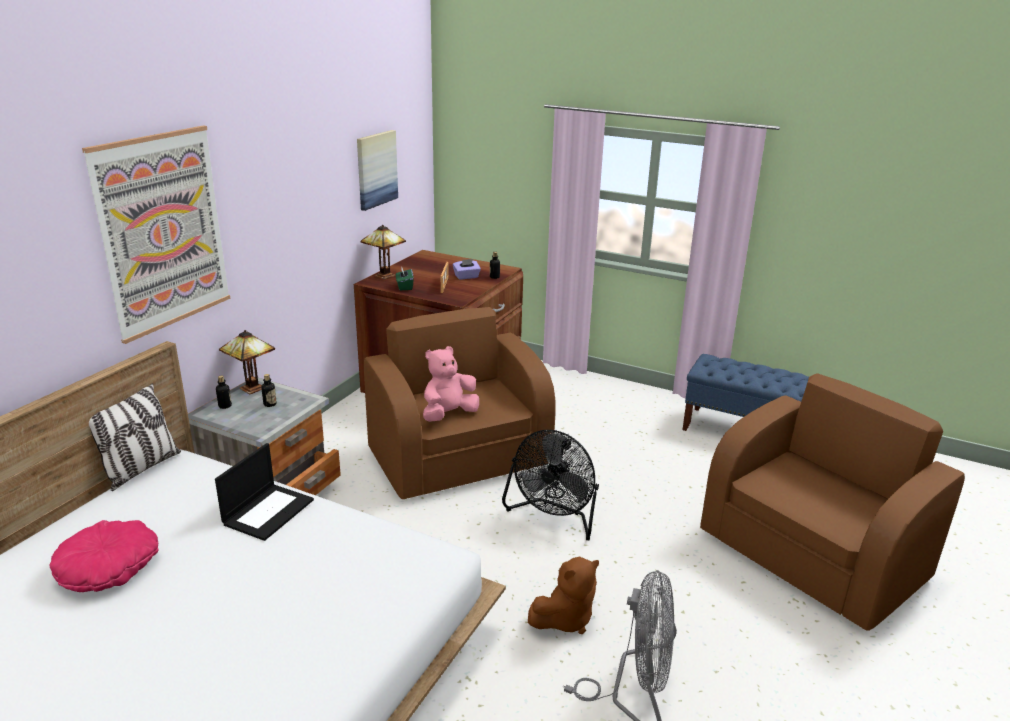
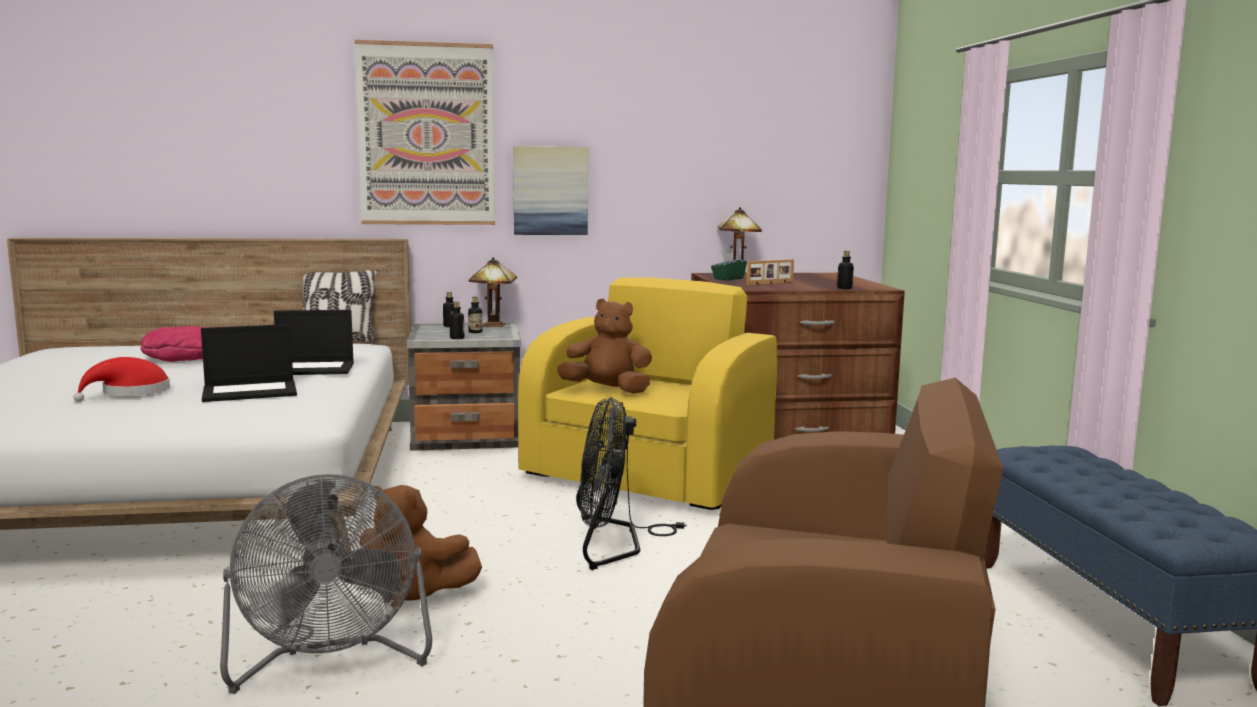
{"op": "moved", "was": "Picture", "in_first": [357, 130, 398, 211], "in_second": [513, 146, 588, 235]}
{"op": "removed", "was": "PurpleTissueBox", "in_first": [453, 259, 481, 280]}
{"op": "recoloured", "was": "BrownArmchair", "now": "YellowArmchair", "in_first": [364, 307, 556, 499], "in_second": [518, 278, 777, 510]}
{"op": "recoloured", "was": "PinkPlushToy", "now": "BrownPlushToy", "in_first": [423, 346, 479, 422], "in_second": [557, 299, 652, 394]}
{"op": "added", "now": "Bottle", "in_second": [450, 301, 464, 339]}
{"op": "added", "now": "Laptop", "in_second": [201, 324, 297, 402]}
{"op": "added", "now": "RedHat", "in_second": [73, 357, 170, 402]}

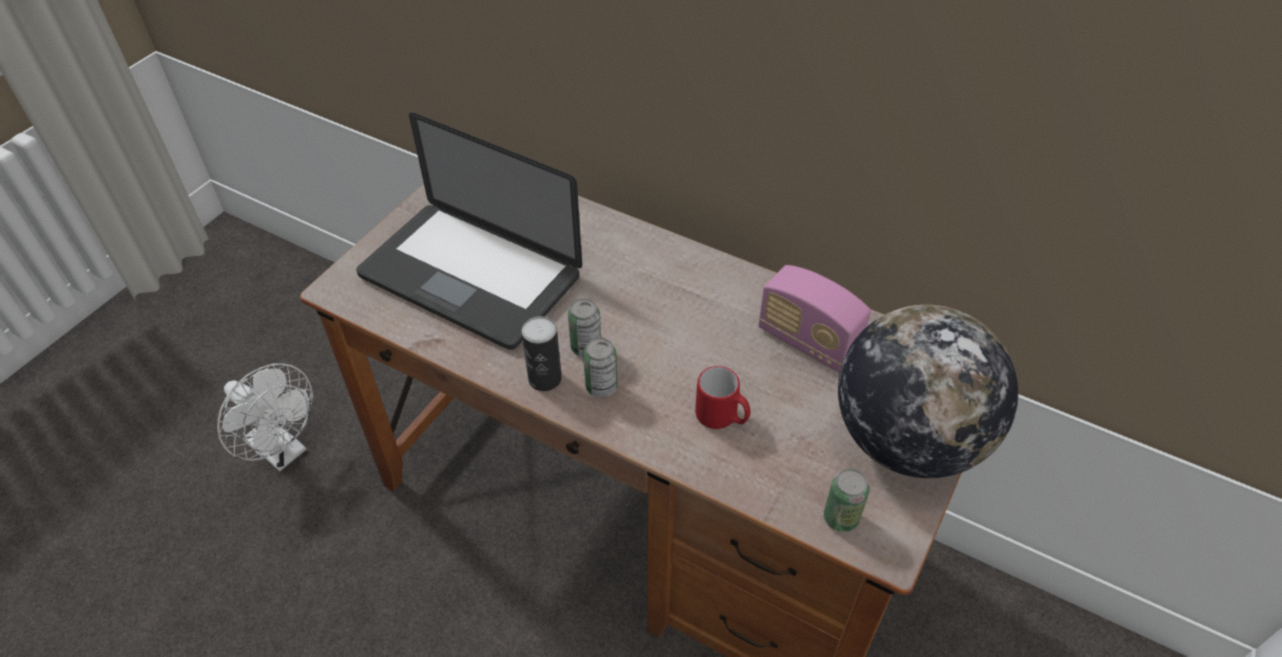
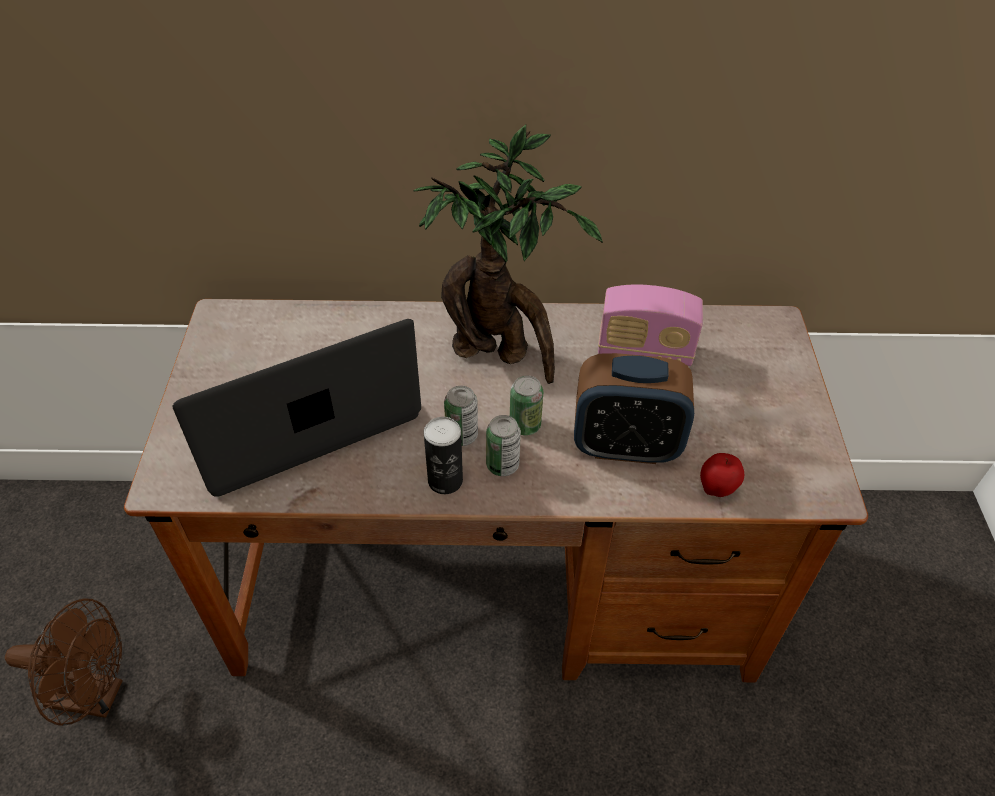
{"op": "turned", "was": "Laptop", "in_first": [356, 112, 582, 350], "in_second": [173, 319, 421, 497], "clockwise": 150}
{"op": "removed", "was": "Globe", "in_first": [838, 305, 1018, 478]}
{"op": "recoloured", "was": "WhiteFan", "now": "BrownFan", "in_first": [217, 363, 313, 471], "in_second": [5, 598, 123, 726]}
{"op": "replaced", "was": "RedMug", "now": "AlarmClock", "in_first": [695, 366, 750, 429], "in_second": [574, 353, 694, 464]}
{"op": "moved", "was": "Can", "in_first": [824, 469, 869, 532], "in_second": [510, 375, 543, 436]}
{"op": "added", "now": "PottedPlant", "in_second": [414, 125, 603, 384]}
{"op": "added", "now": "Apple", "in_second": [700, 453, 744, 497]}

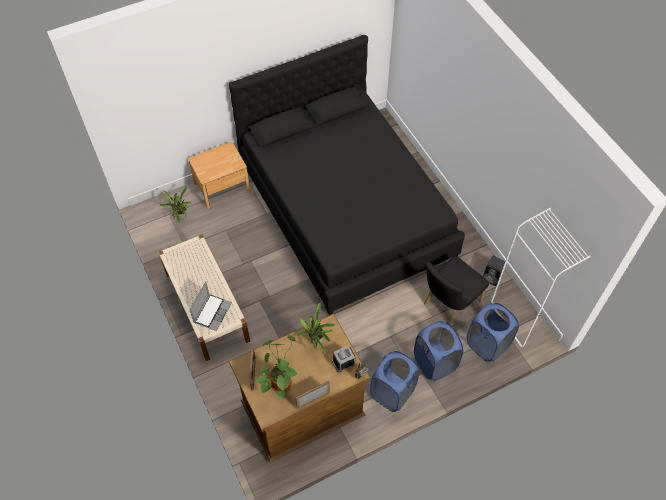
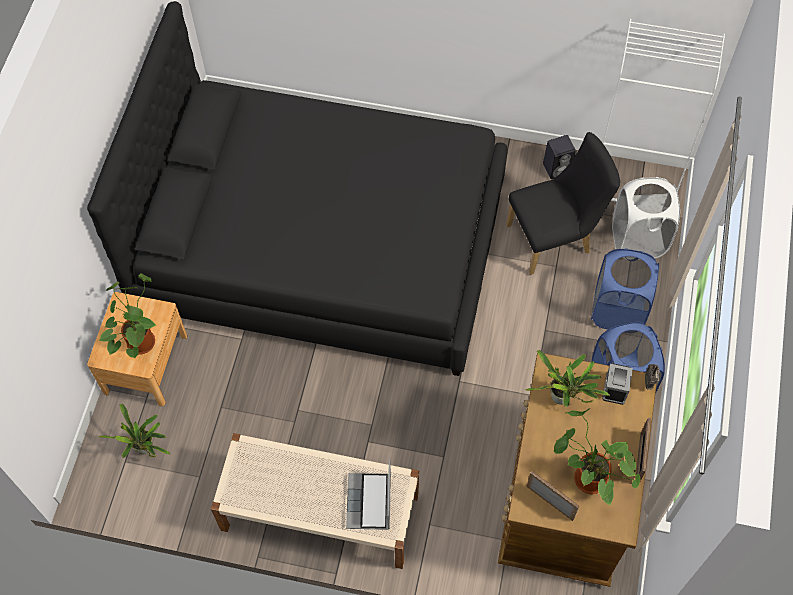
{"op": "turned", "was": "BlackChair", "in_first": [424, 256, 489, 327], "in_second": [506, 132, 620, 275], "clockwise": -105}
{"op": "turned", "was": "Laptop", "in_first": [189, 281, 232, 331], "in_second": [346, 459, 391, 530], "clockwise": -150}
{"op": "recoloured", "was": "BlueLaundryBasket", "now": "WhiteLaundryBasket", "in_first": [466, 303, 519, 362], "in_second": [612, 177, 680, 258]}
{"op": "added", "now": "PottedPlant", "in_second": [99, 273, 157, 358]}

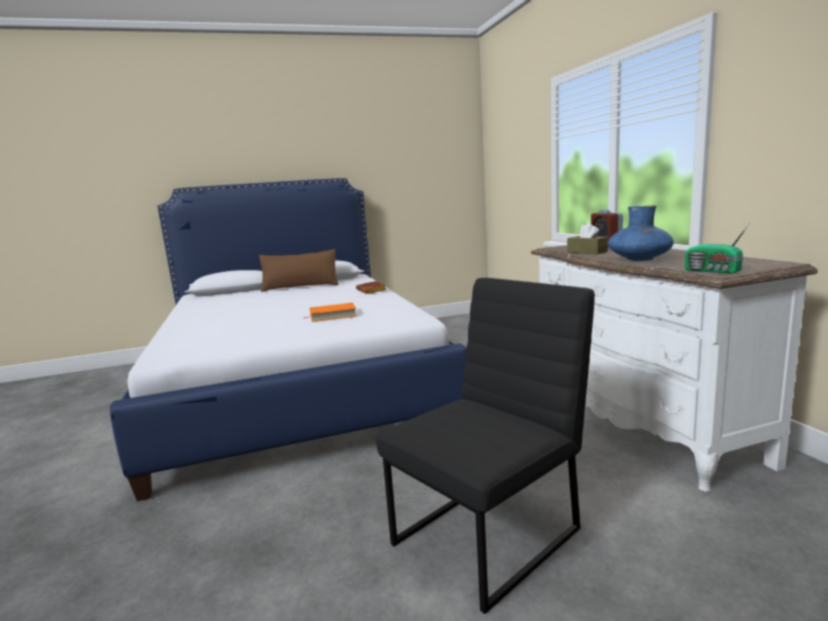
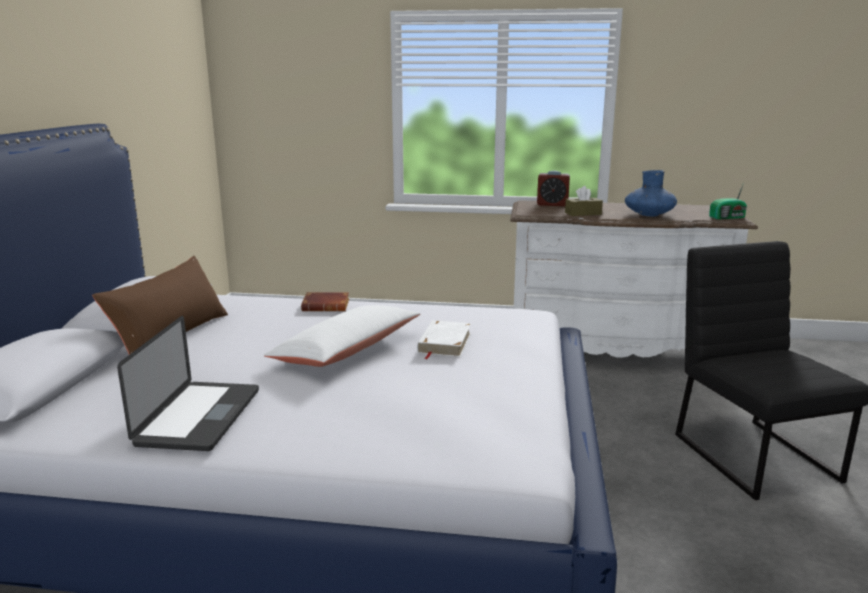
{"op": "recoloured", "was": "OrangeBook", "now": "WhiteBook", "in_first": [305, 303, 357, 322], "in_second": [417, 320, 471, 359]}
{"op": "added", "now": "WhitePillow", "in_second": [264, 305, 420, 367]}
{"op": "added", "now": "Laptop", "in_second": [117, 316, 259, 451]}

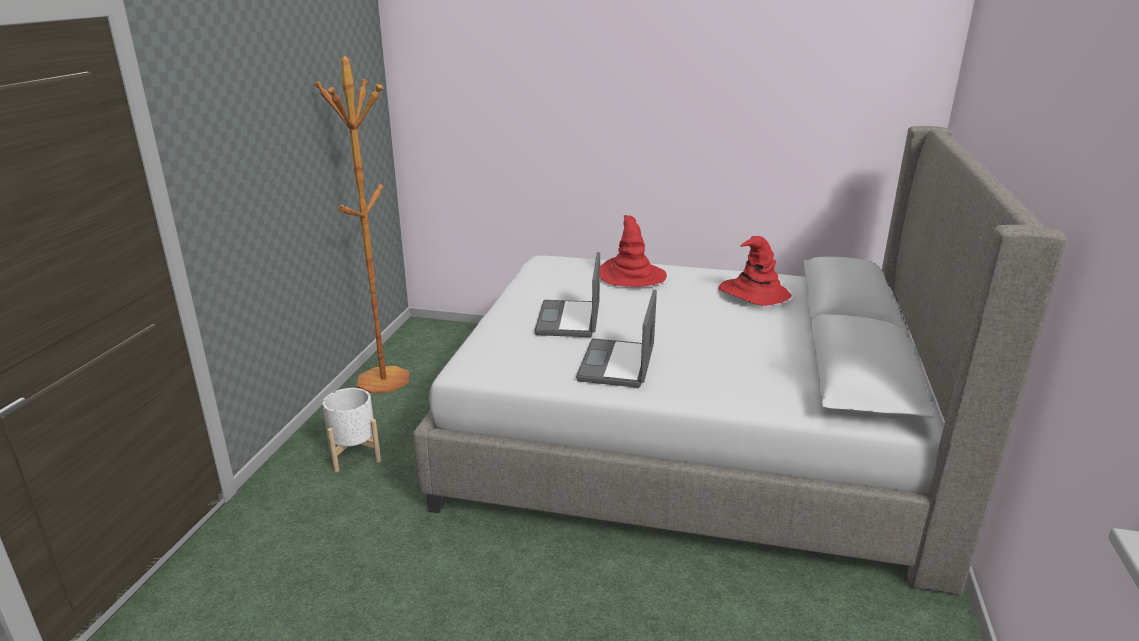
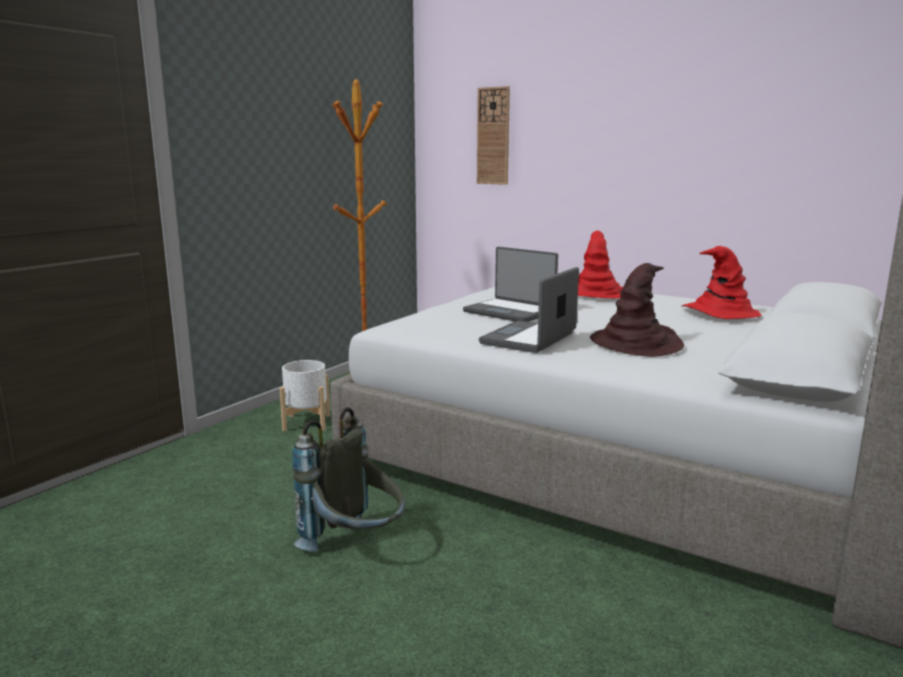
{"op": "turned", "was": "Laptop", "in_first": [534, 252, 600, 337], "in_second": [463, 247, 558, 322], "clockwise": -75}
{"op": "added", "now": "WallClock", "in_second": [477, 86, 510, 185]}
{"op": "added", "now": "BrownHat", "in_second": [590, 263, 684, 357]}
{"op": "added", "now": "GreyBackpack", "in_second": [292, 407, 405, 552]}

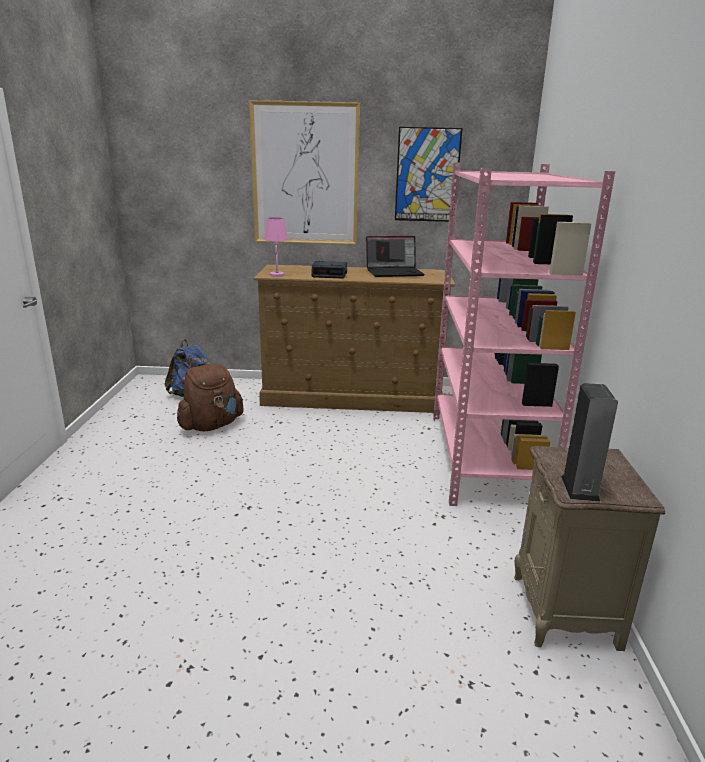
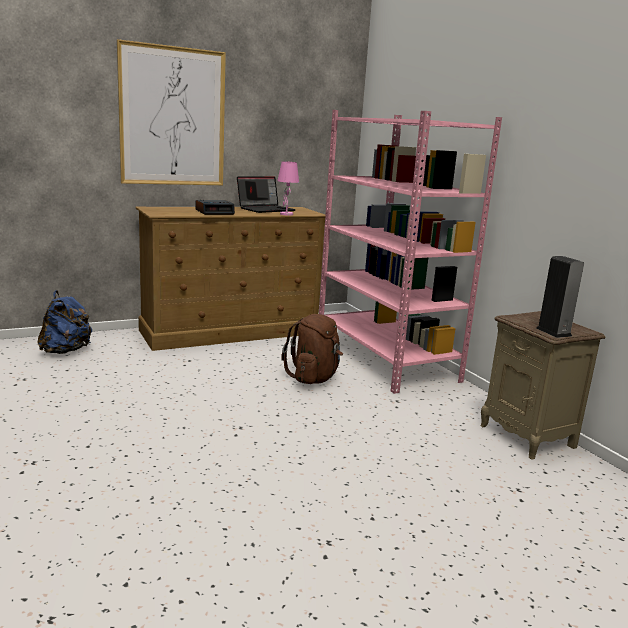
{"op": "removed", "was": "Picture", "in_first": [395, 127, 463, 222]}
{"op": "moved", "was": "PinkTableLamp", "in_first": [264, 217, 288, 277], "in_second": [277, 161, 299, 216]}
{"op": "moved", "was": "BrownBackpack", "in_first": [177, 364, 244, 431], "in_second": [281, 314, 343, 384]}

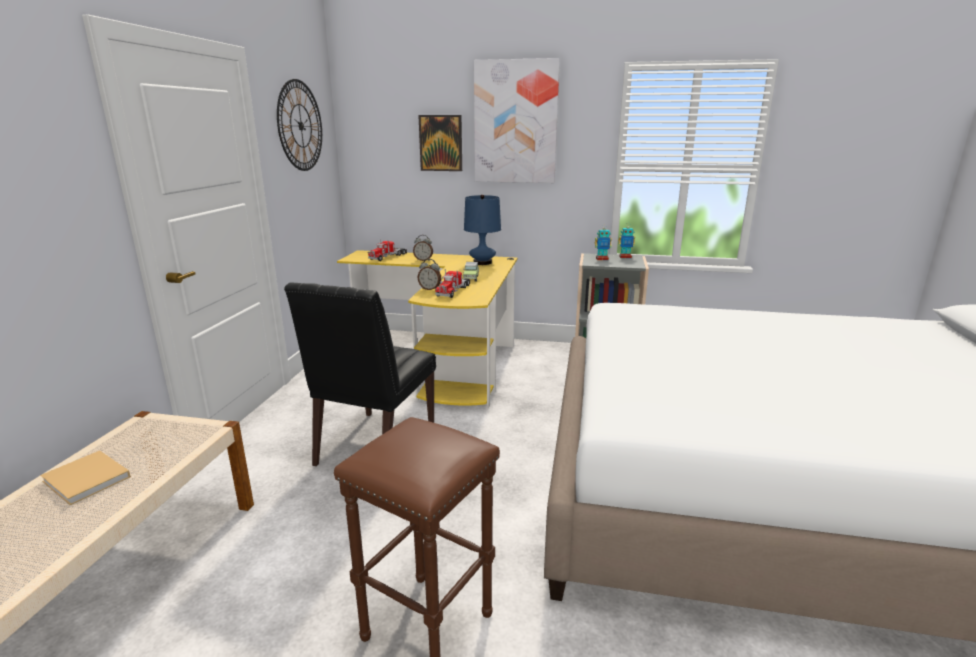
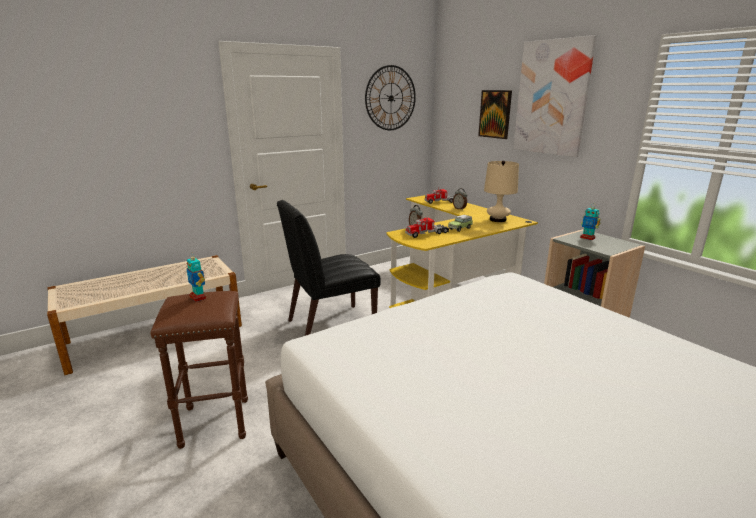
{"op": "recoloured", "was": "BlueTableLamp", "now": "BeigeTableLamp", "in_first": [464, 194, 501, 265], "in_second": [484, 161, 519, 222]}
{"op": "moved", "was": "ToyRobot", "in_first": [618, 224, 635, 258], "in_second": [186, 253, 206, 302]}
{"op": "removed", "was": "BeigeBook", "in_first": [40, 450, 131, 505]}

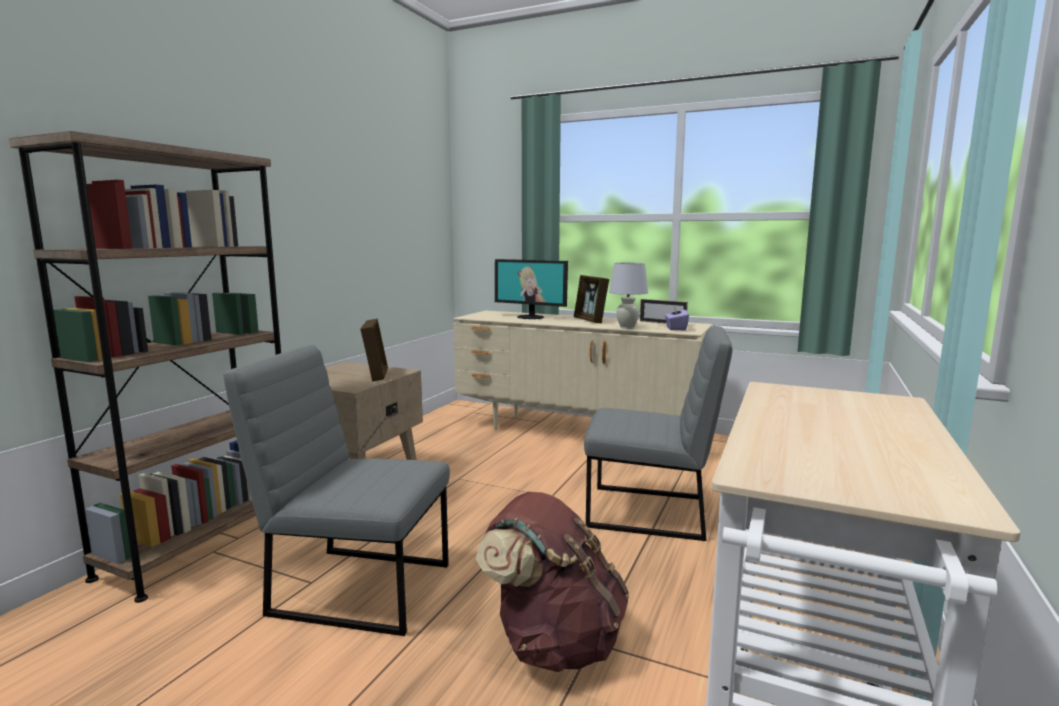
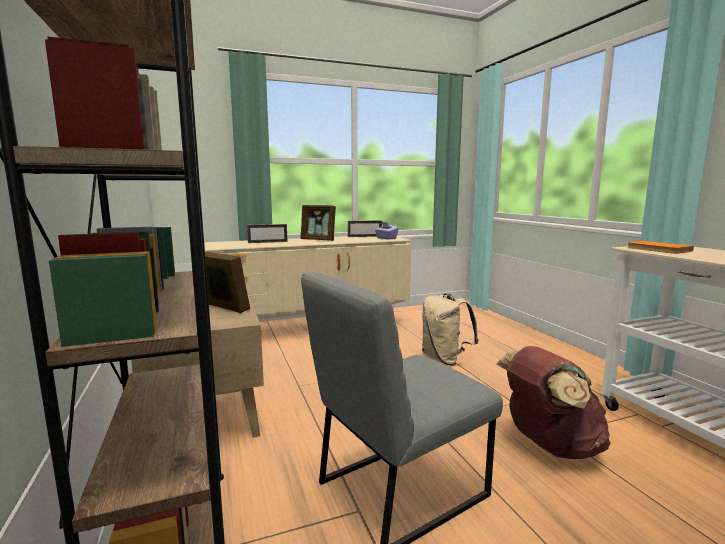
{"op": "replaced", "was": "Monitor", "now": "PictureFrame", "in_first": [495, 259, 568, 319], "in_second": [247, 224, 287, 243]}
{"op": "removed", "was": "WhiteTableLamp", "in_first": [609, 262, 648, 329]}
{"op": "replaced", "was": "GreyChair", "now": "BeigeBackpack", "in_first": [584, 326, 732, 541], "in_second": [422, 293, 479, 366]}
{"op": "added", "now": "OrangeBook", "in_second": [627, 241, 694, 254]}

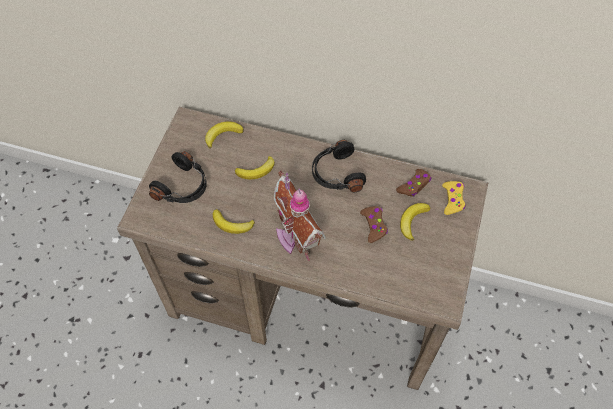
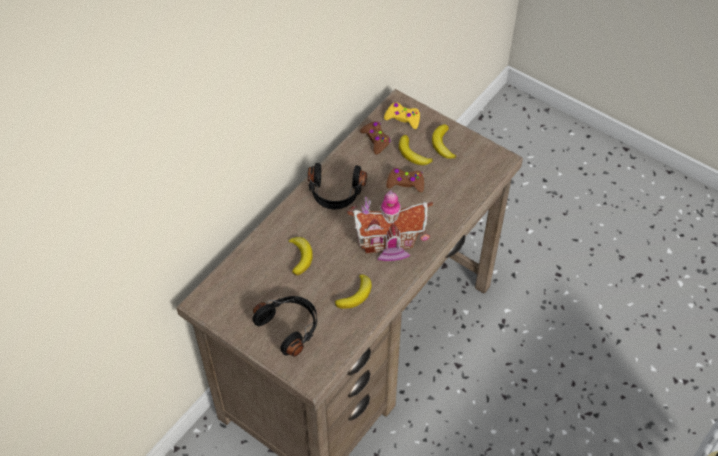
{"op": "moved", "was": "Banana", "in_first": [205, 121, 244, 149], "in_second": [432, 124, 457, 159]}

